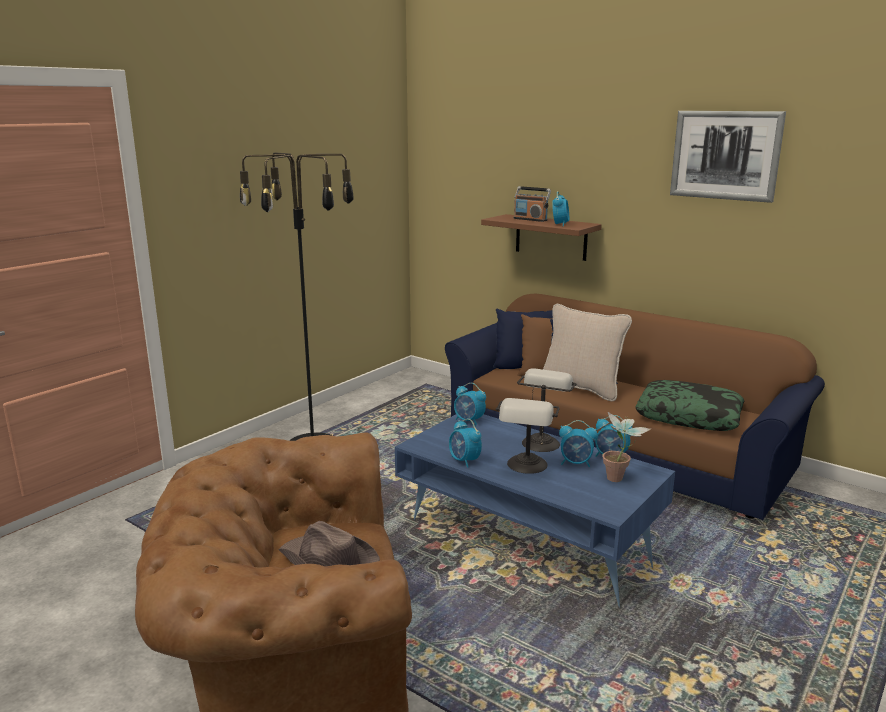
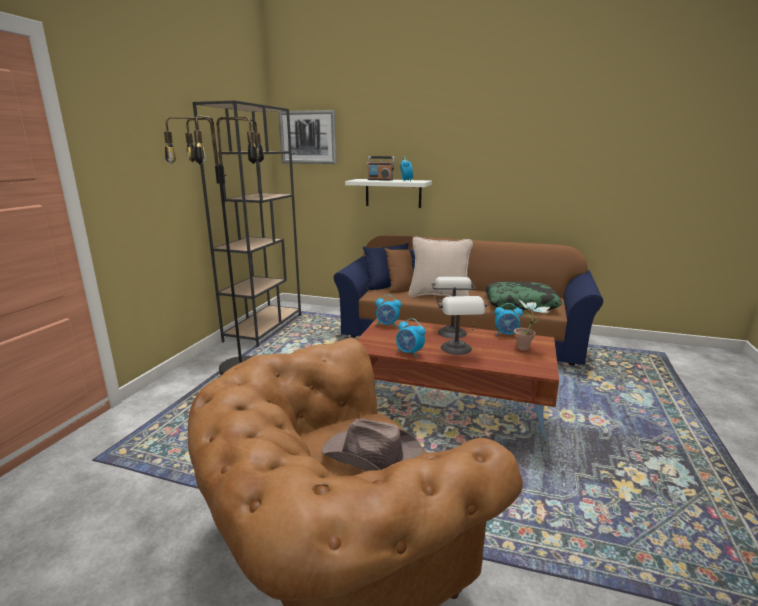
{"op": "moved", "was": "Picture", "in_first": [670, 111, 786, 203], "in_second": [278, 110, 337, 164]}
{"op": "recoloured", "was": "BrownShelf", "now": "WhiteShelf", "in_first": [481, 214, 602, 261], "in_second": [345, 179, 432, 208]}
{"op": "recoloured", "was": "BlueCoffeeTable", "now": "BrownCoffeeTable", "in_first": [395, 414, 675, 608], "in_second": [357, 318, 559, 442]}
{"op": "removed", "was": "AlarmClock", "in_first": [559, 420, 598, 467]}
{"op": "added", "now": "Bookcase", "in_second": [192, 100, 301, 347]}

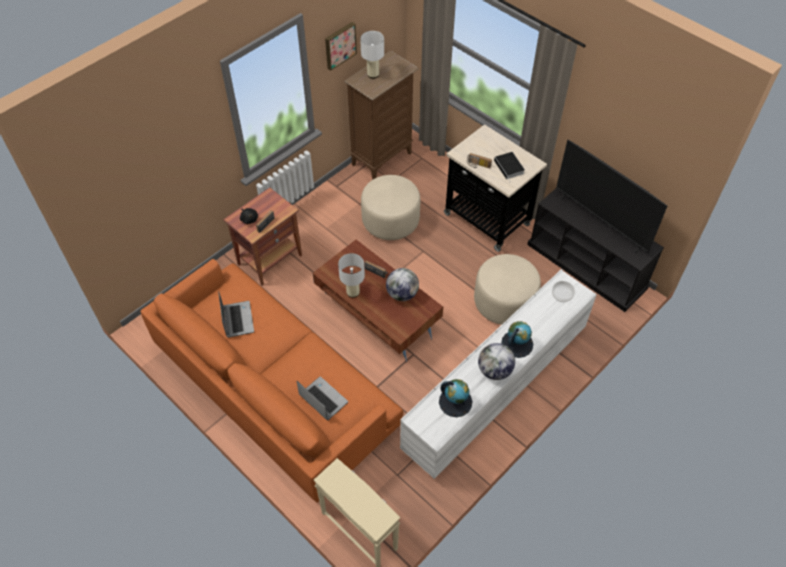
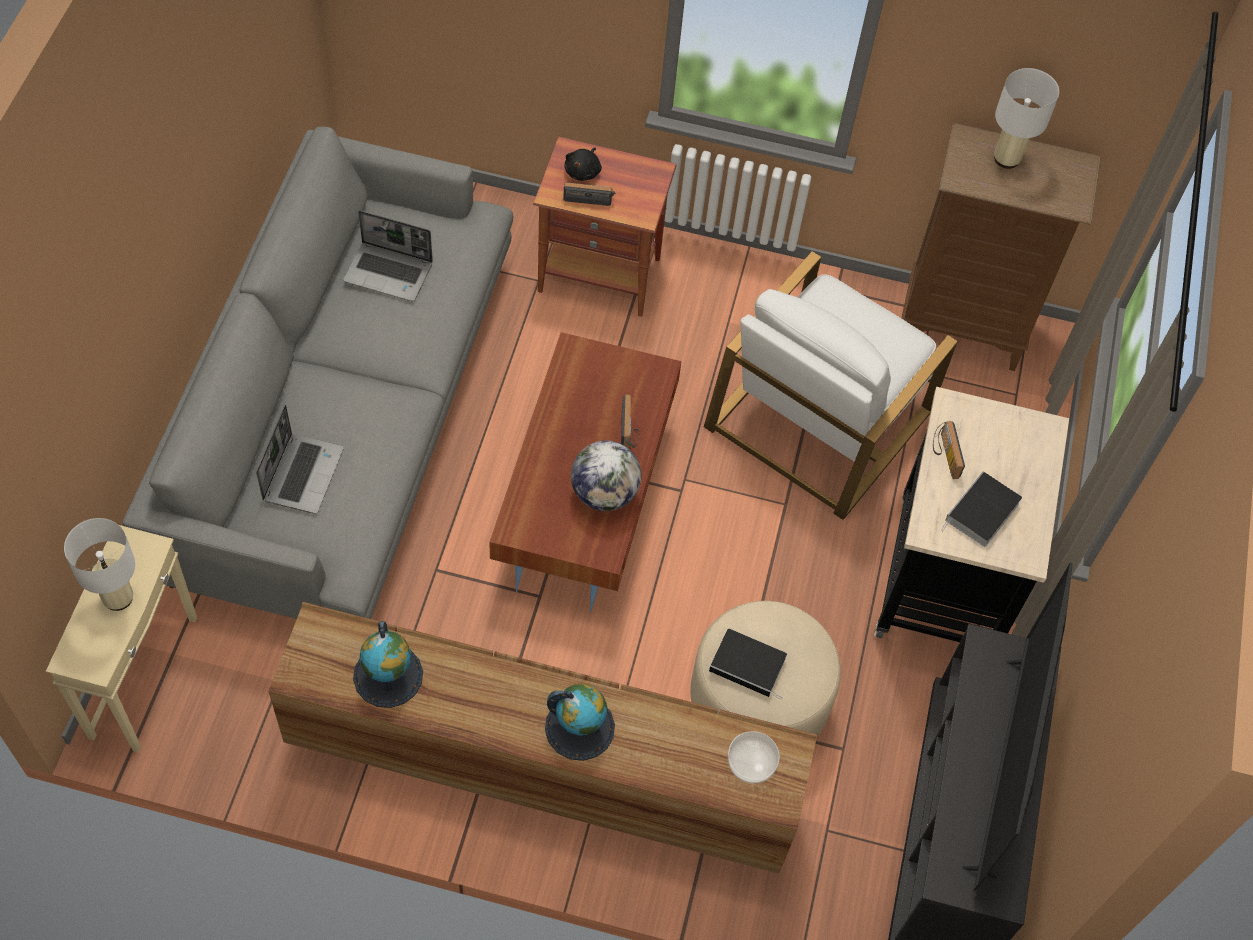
{"op": "removed", "was": "Picture", "in_first": [325, 22, 357, 71]}
{"op": "replaced", "was": "BeigeOttoman", "now": "WhiteArmchair", "in_first": [361, 175, 421, 240], "in_second": [704, 251, 958, 520]}
{"op": "moved", "was": "WhiteTableLamp", "in_first": [338, 253, 365, 298], "in_second": [64, 518, 135, 611]}
{"op": "recoloured", "was": "OrangeSofa", "now": "GreySofa", "in_first": [140, 259, 403, 502], "in_second": [123, 127, 513, 619]}
{"op": "recoloured", "was": "WhiteCabinet", "now": "BrownCabinet", "in_first": [400, 269, 597, 479], "in_second": [268, 602, 818, 874]}
{"op": "turned", "was": "Laptop", "in_first": [218, 291, 254, 338], "in_second": [343, 210, 433, 301], "clockwise": 60}
{"op": "removed", "was": "Globe", "in_first": [478, 343, 515, 380]}
{"op": "added", "now": "Book", "in_second": [709, 629, 787, 700]}

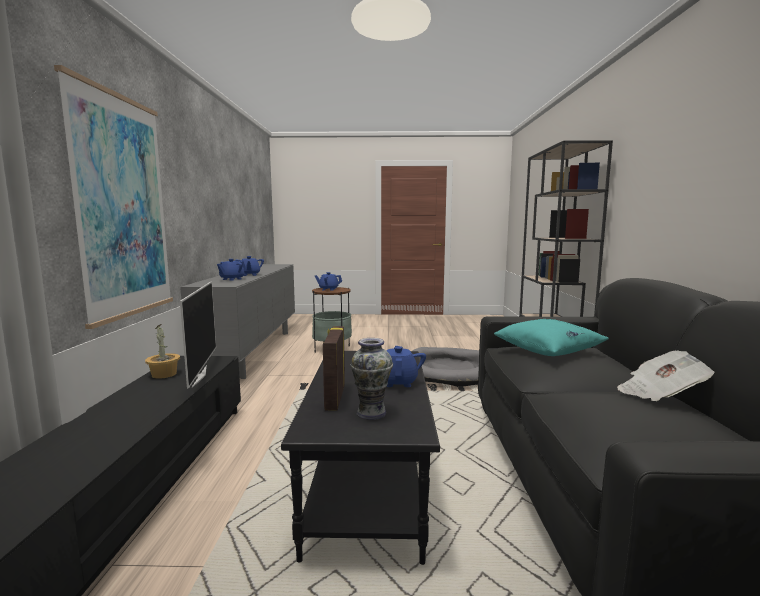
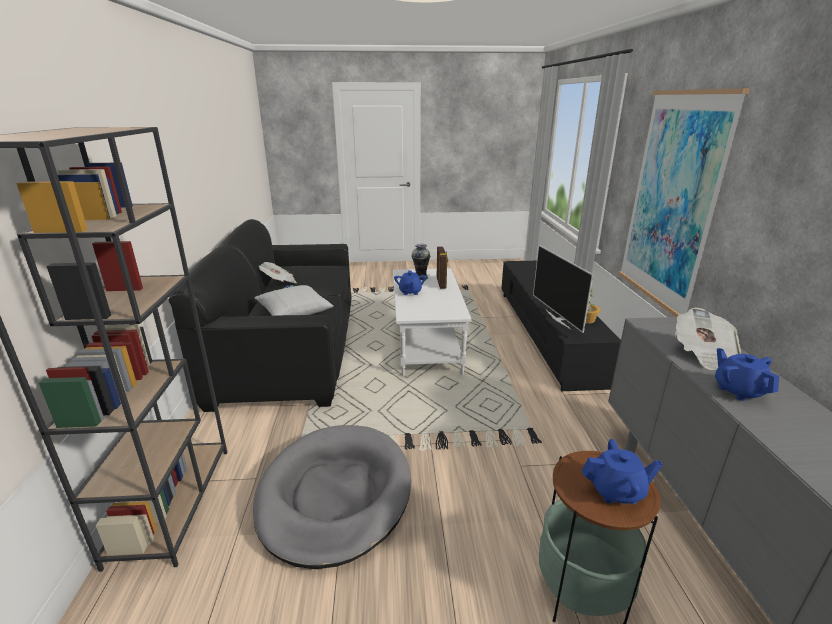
{"op": "replaced", "was": "BlueTeapot", "now": "Newspaper", "in_first": [217, 259, 246, 281], "in_second": [675, 308, 741, 370]}
{"op": "recoloured", "was": "TurquoisePillow", "now": "GreyPillow", "in_first": [494, 319, 609, 356], "in_second": [254, 285, 333, 316]}
{"op": "recoloured", "was": "BlackCoffeeTable", "now": "WhiteCoffeeTable", "in_first": [281, 351, 440, 565], "in_second": [393, 268, 472, 377]}

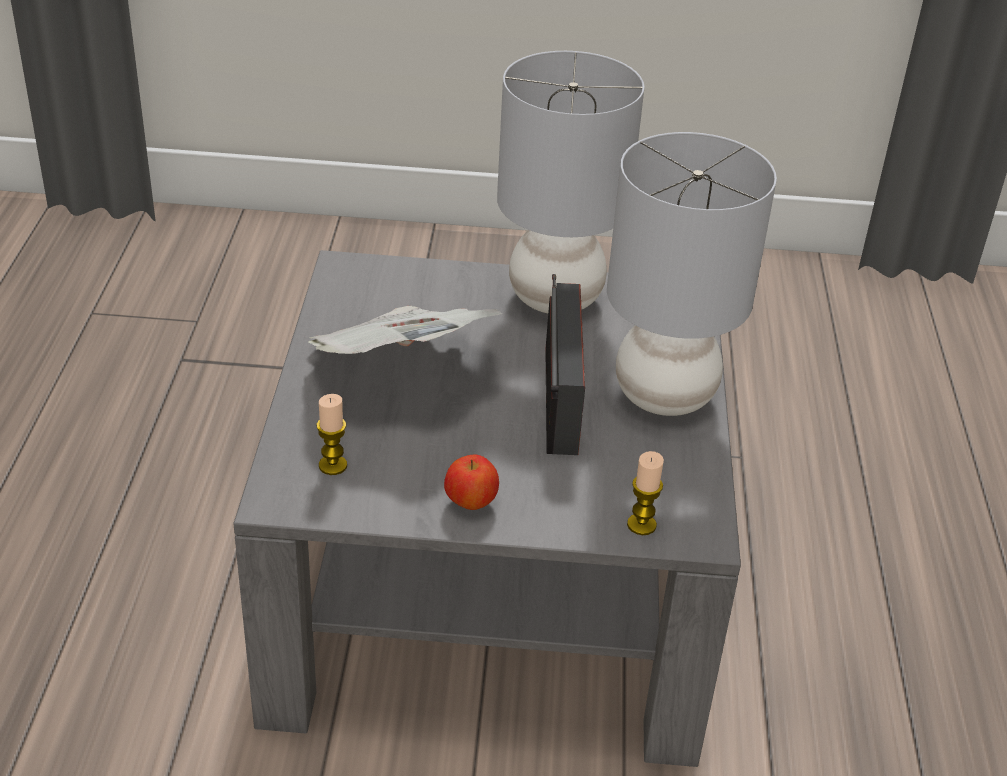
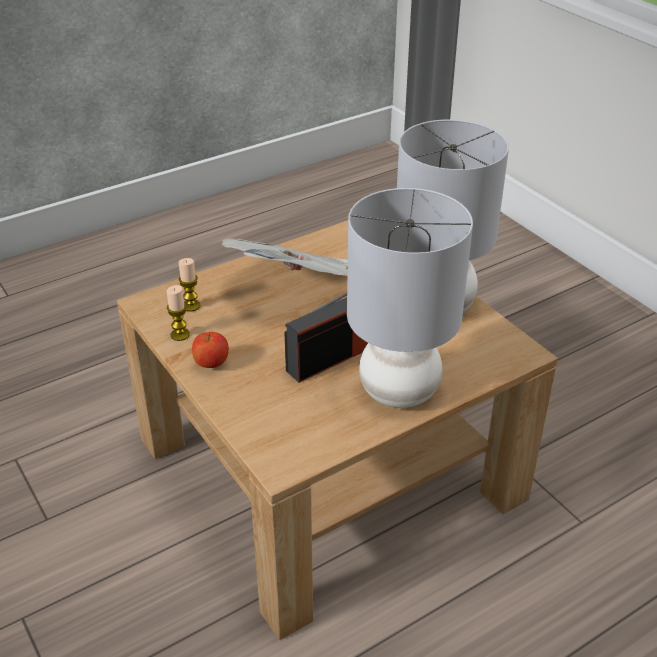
{"op": "recoloured", "was": "GreyCoffeeTable", "now": "BrownCoffeeTable", "in_first": [233, 250, 741, 767], "in_second": [117, 220, 558, 640]}
{"op": "moved", "was": "Candle", "in_first": [627, 451, 664, 535], "in_second": [167, 285, 190, 341]}

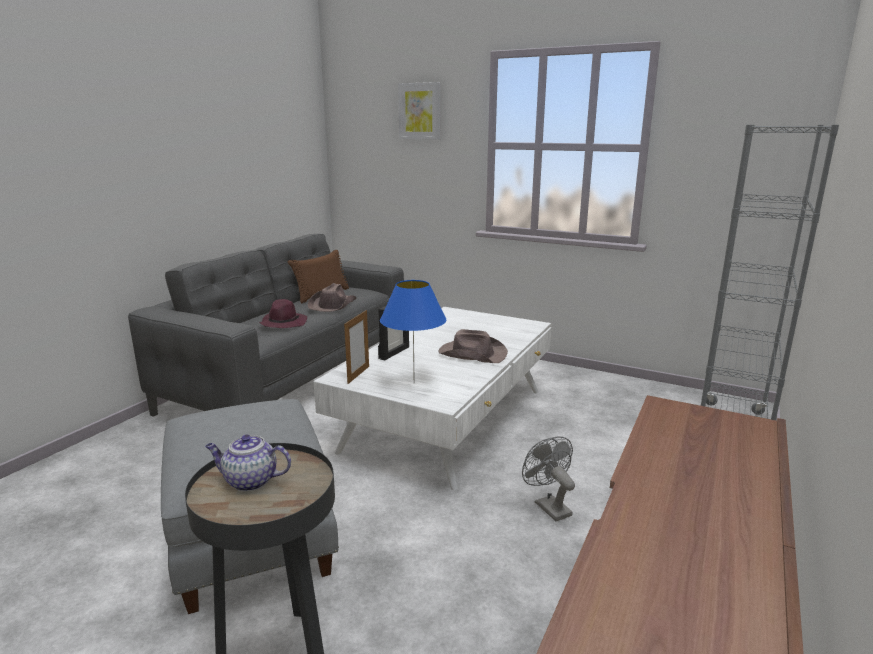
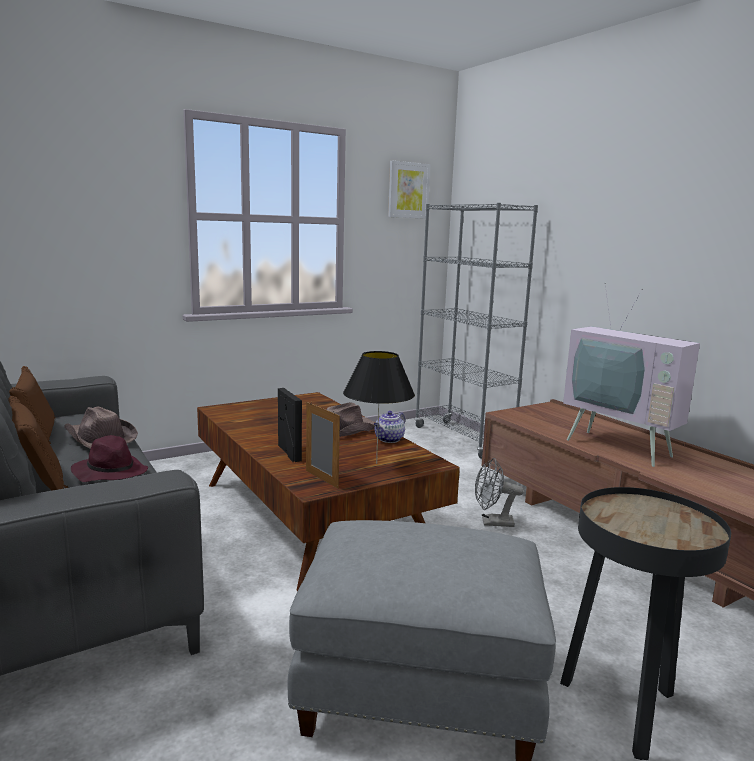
{"op": "moved", "was": "Picture", "in_first": [398, 82, 441, 140], "in_second": [388, 161, 430, 219]}
{"op": "recoloured", "was": "BlueTableLamp", "now": "BlackTableLamp", "in_first": [380, 280, 446, 383], "in_second": [343, 351, 415, 464]}
{"op": "recoloured", "was": "WhiteCoffeeTable", "now": "BrownCoffeeTable", "in_first": [314, 307, 552, 490], "in_second": [197, 392, 460, 591]}
{"op": "moved", "was": "Teapot", "in_first": [205, 435, 291, 491], "in_second": [374, 411, 405, 443]}
{"op": "added", "now": "Television", "in_second": [563, 283, 700, 467]}
{"op": "added", "now": "BrownPillow", "in_second": [8, 396, 68, 491]}

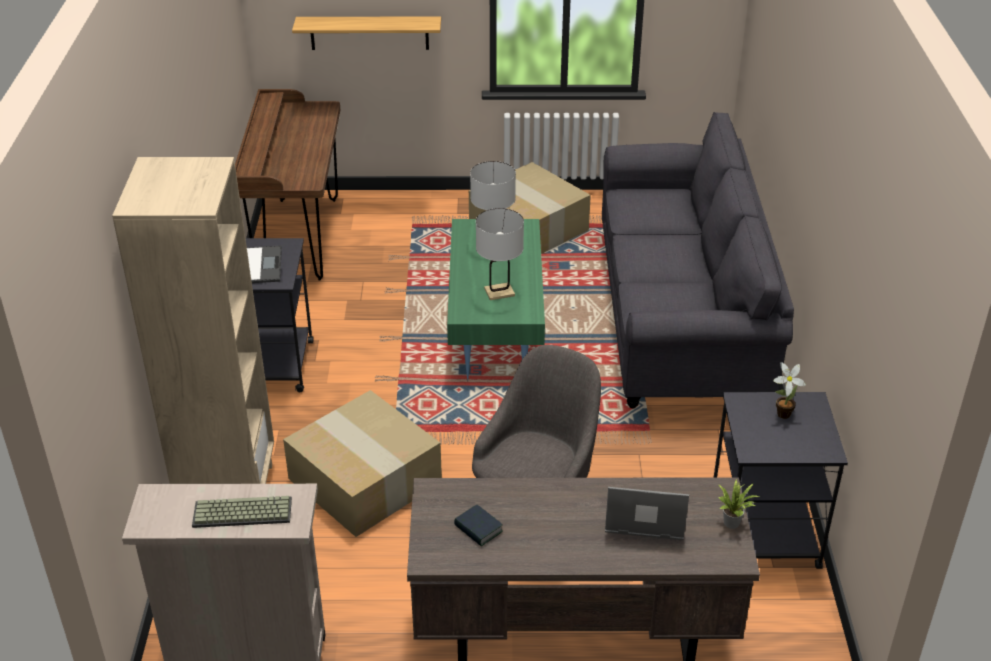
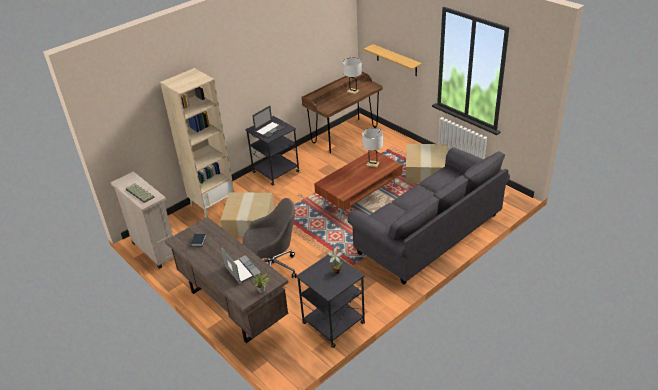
{"op": "moved", "was": "WhiteTableLamp", "in_first": [476, 208, 524, 300], "in_second": [343, 58, 362, 94]}
{"op": "recoloured", "was": "GreenCoffeeTable", "now": "BrownCoffeeTable", "in_first": [447, 219, 545, 382], "in_second": [314, 151, 403, 221]}

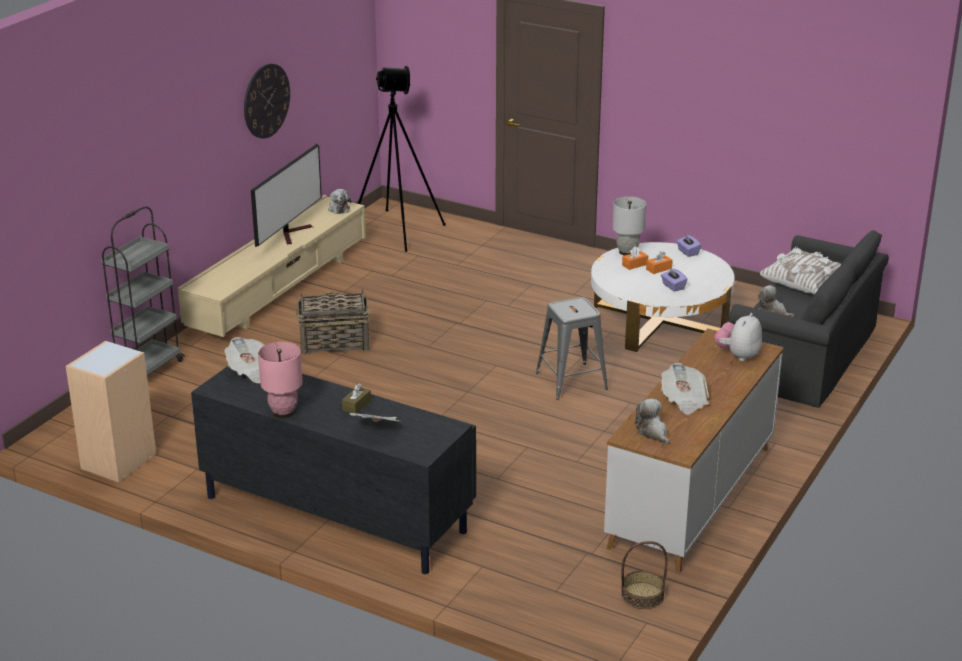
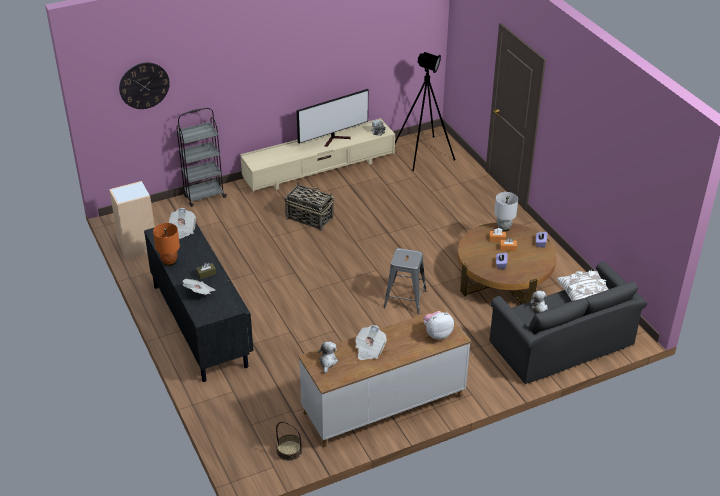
{"op": "moved", "was": "WallClock", "in_first": [244, 64, 290, 139], "in_second": [119, 63, 170, 109]}
{"op": "recoloured", "was": "WhiteCoffeeTable", "now": "BrownCoffeeTable", "in_first": [591, 242, 735, 352], "in_second": [458, 222, 556, 304]}
{"op": "recoloured", "was": "PinkTableLamp", "now": "OrangeTableLamp", "in_first": [258, 342, 302, 418], "in_second": [153, 223, 180, 266]}

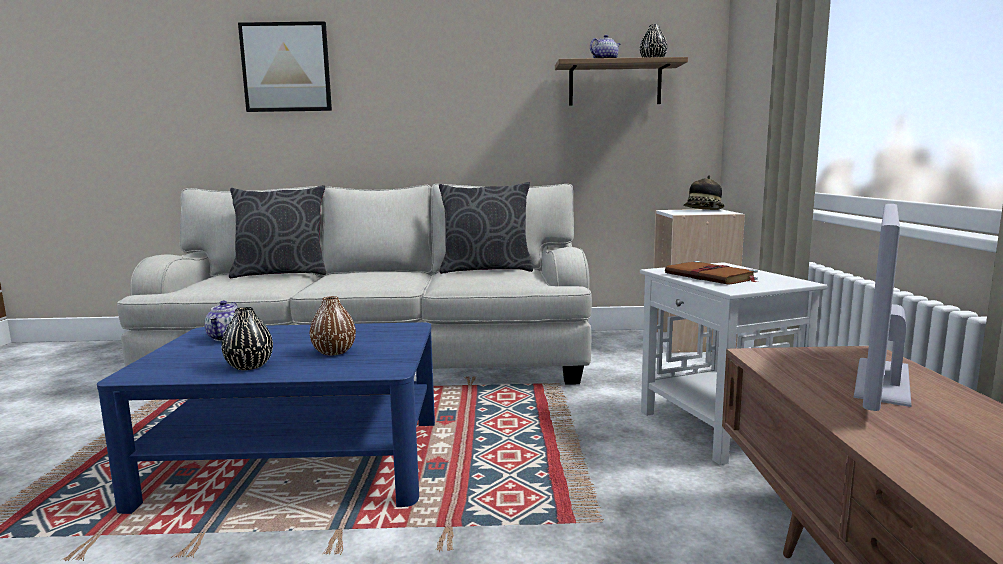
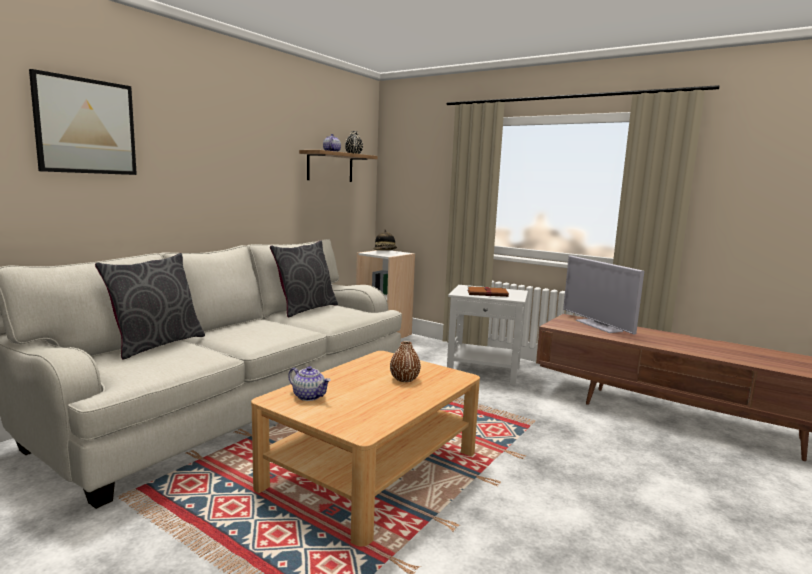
{"op": "removed", "was": "BlackVase", "in_first": [221, 307, 273, 370]}
{"op": "recoloured", "was": "BlueCoffeeTable", "now": "BeigeCoffeeTable", "in_first": [97, 322, 435, 514], "in_second": [251, 351, 480, 547]}

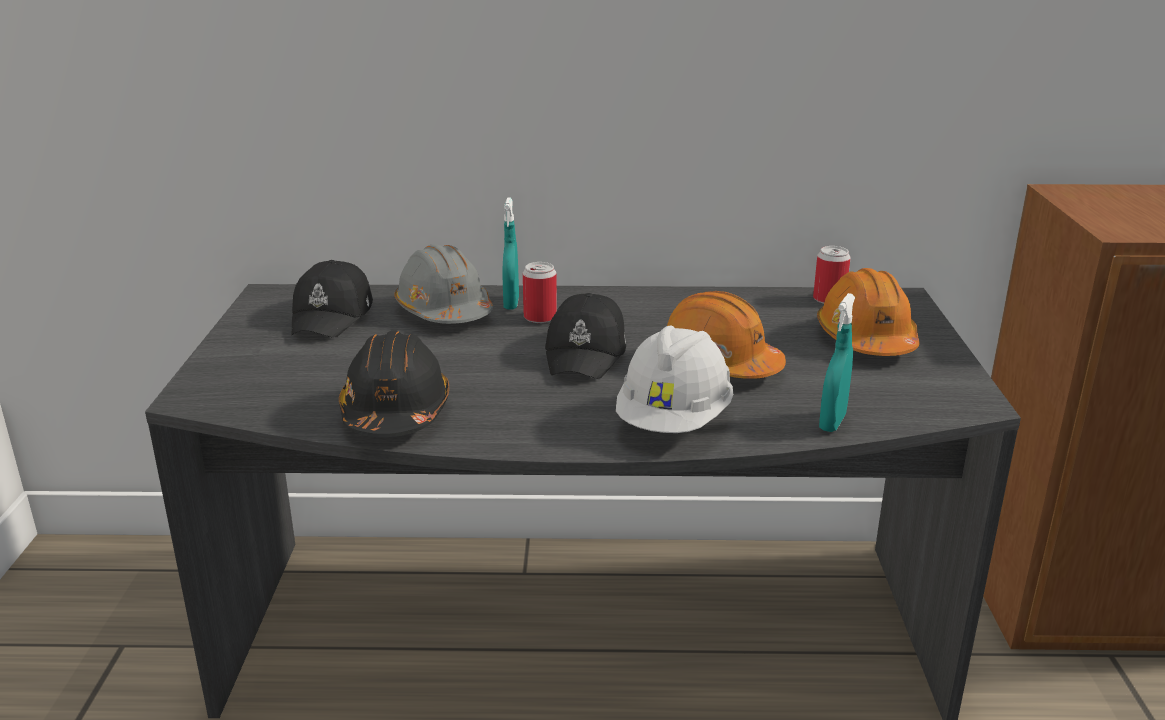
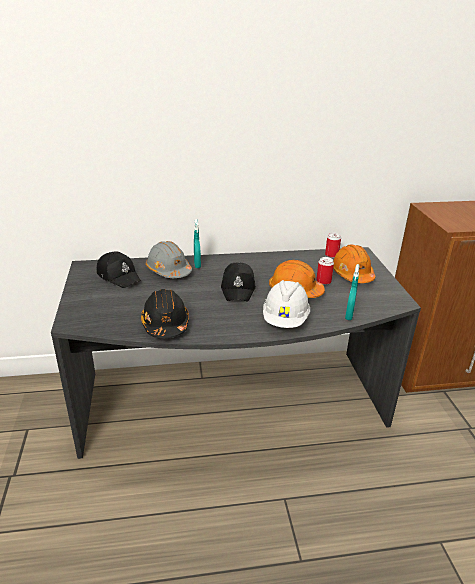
{"op": "turned", "was": "BlackCap", "in_first": [291, 260, 373, 338], "in_second": [97, 251, 141, 288], "clockwise": -45}
{"op": "moved", "was": "Can", "in_first": [523, 262, 557, 323], "in_second": [316, 257, 334, 285]}

